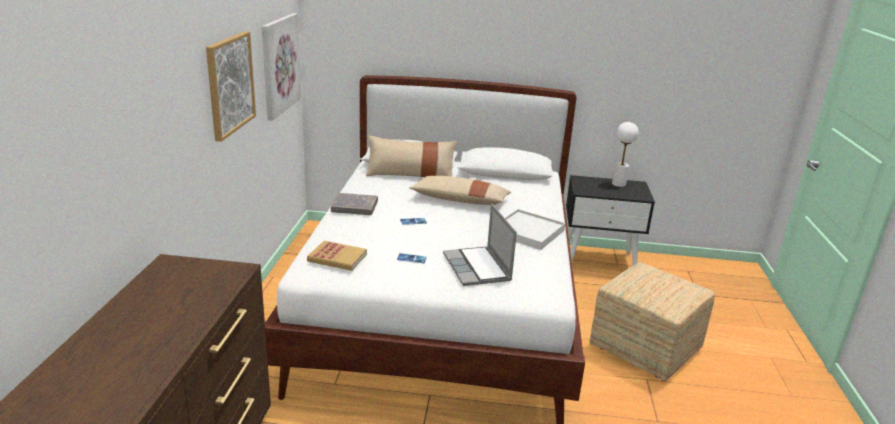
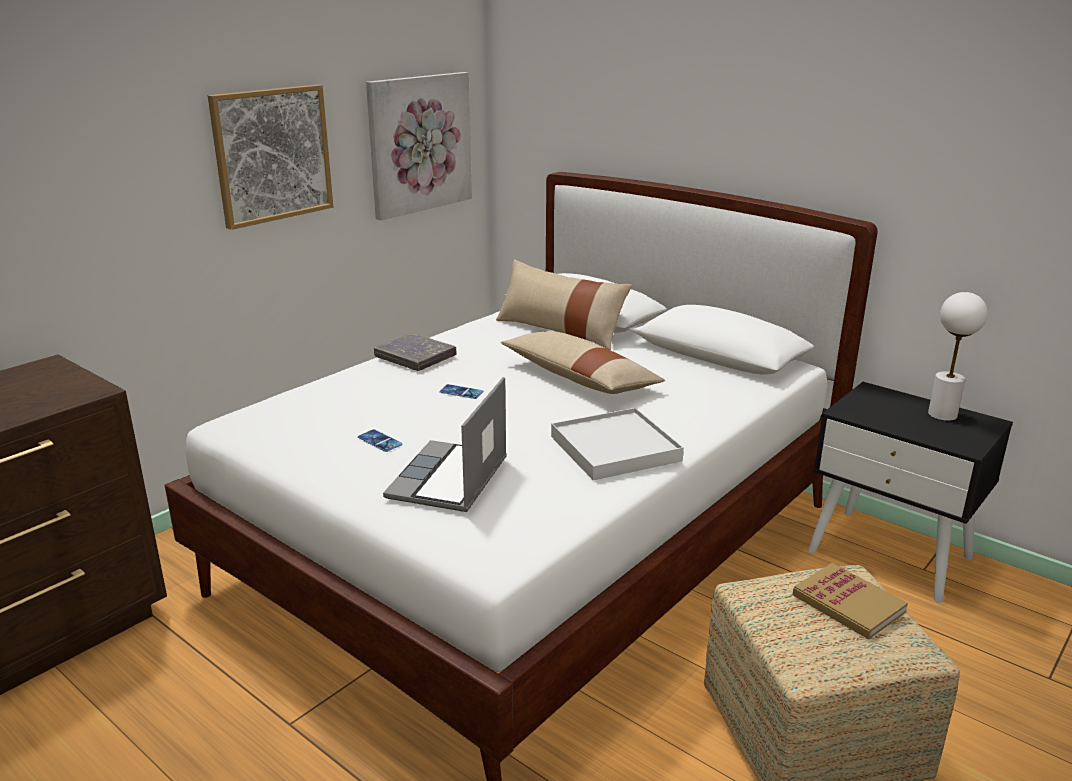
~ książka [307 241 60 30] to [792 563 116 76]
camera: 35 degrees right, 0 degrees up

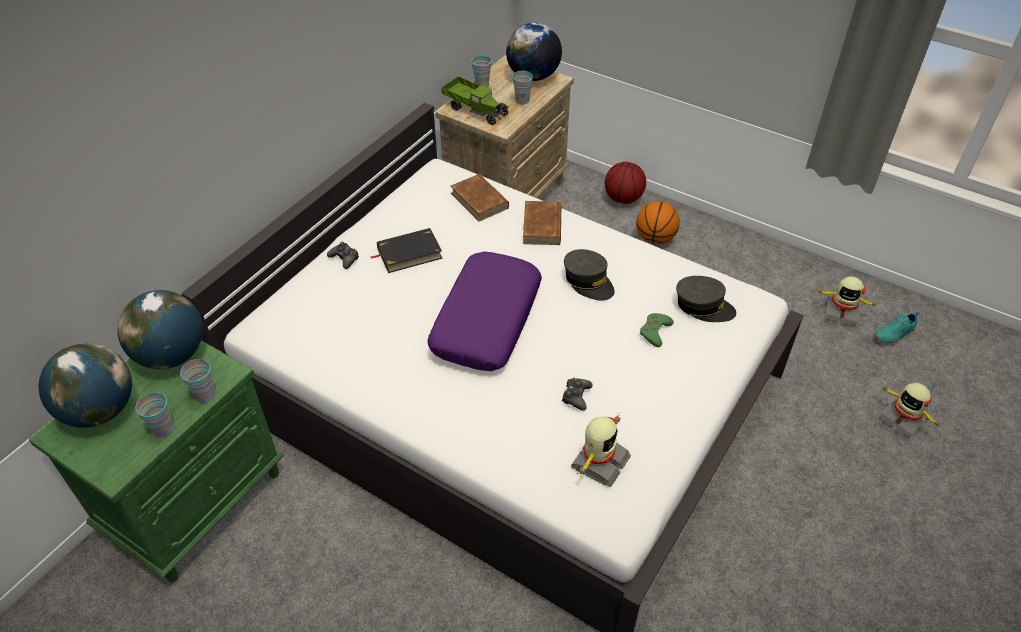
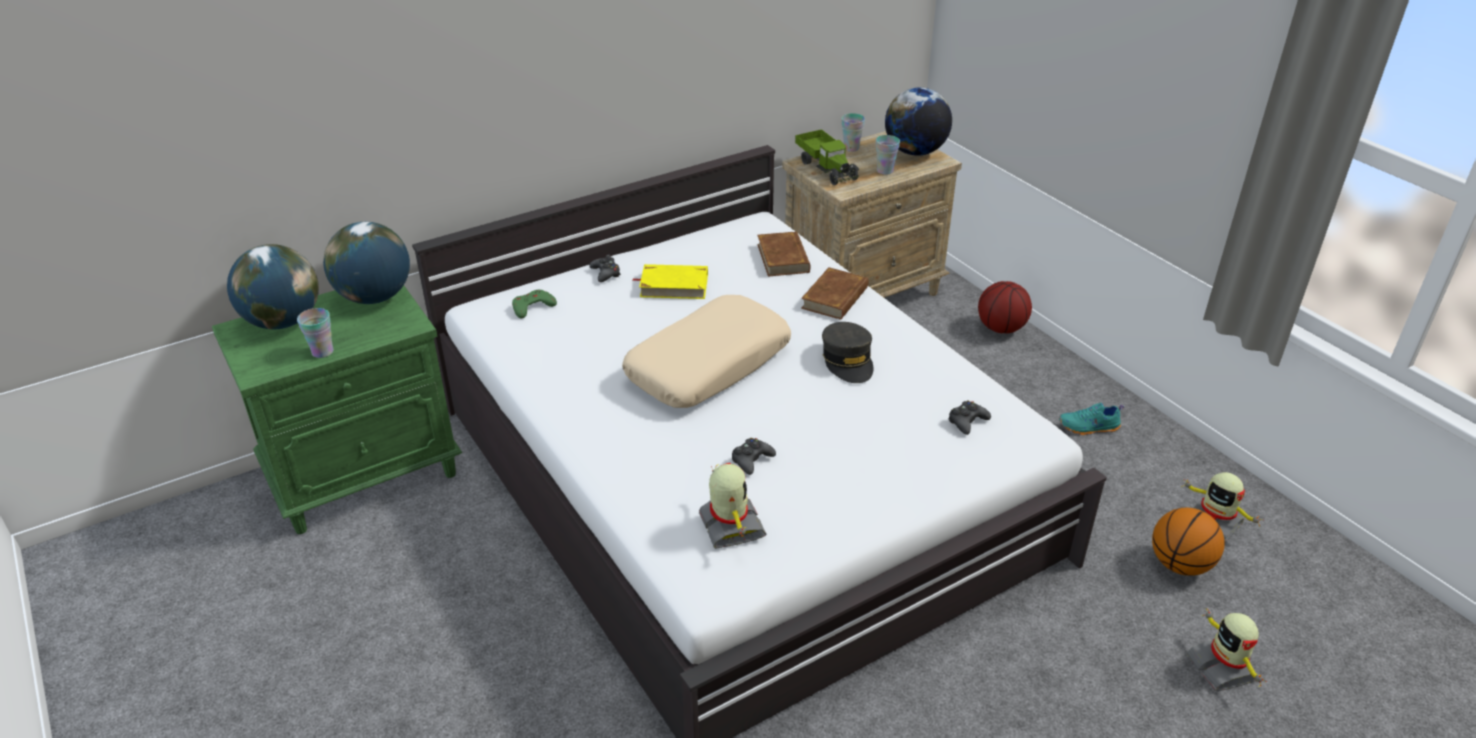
- filiżanka [180 359 36 44]
~ piłka do koszykówki [636 201 44 43] to [1152 508 72 68]
~ pad do gier (zielony) [640 313 34 34] to [512 290 45 29]
~ but (turkusowy) [874 311 46 34] to [1059 403 65 32]
~ czapka z daszkiem (szary) [676 276 60 46] to pad do gier (czarny) [948 400 43 35]
~ książka (czarny) [370 228 72 45] to książka (żółty) [632 264 76 35]
~ poduszka (fioletowy) [428 252 114 119] to poduszka (beżowy) [622 295 169 113]
~ robot zabawkowy [571 416 60 71] = [699 463 68 86] 75 degrees counterclockwise
camera: 25 degrees right, 10 degrees down

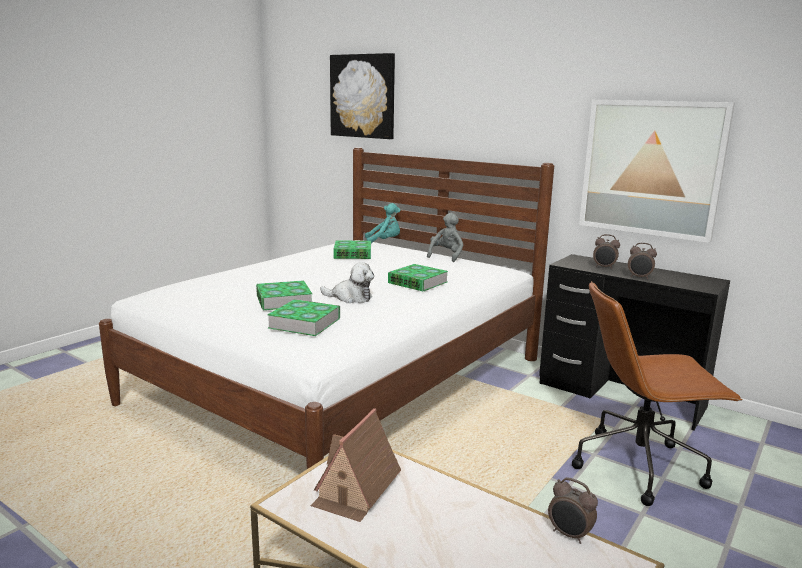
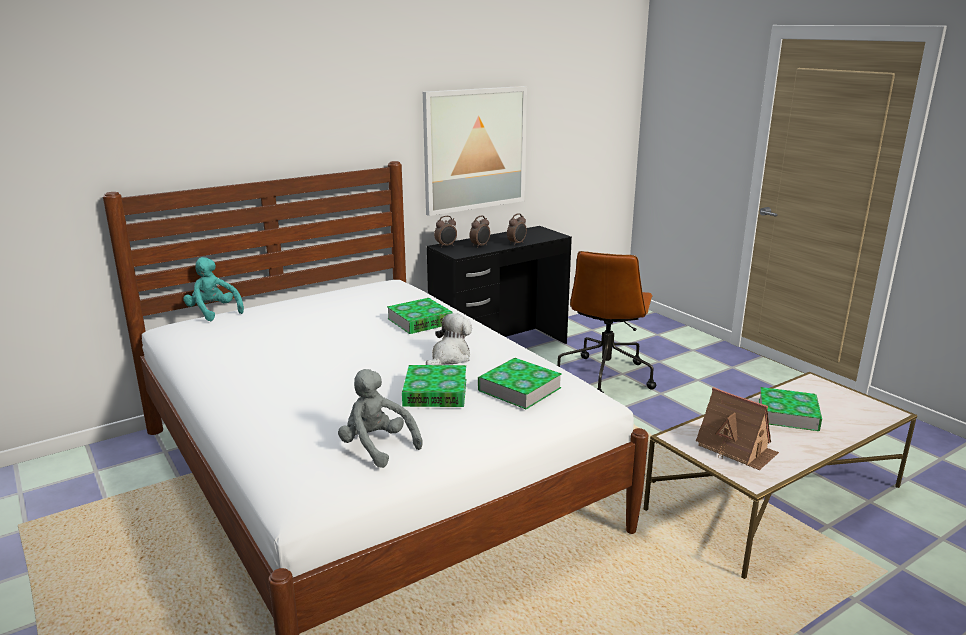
- obraz [330 53 65 86]
~ książka [333 240 38 19] to [759 387 63 44]
~ pluszak (szary) [427 213 36 49] to [338 369 85 99]
~ budzik [548 477 50 67] to [434 216 23 32]
~ pluszak (turkusowy) [365 203 35 41] = [183 257 61 64] 60 degrees counterclockwise
camera: 70 degrees left, 5 degrees up

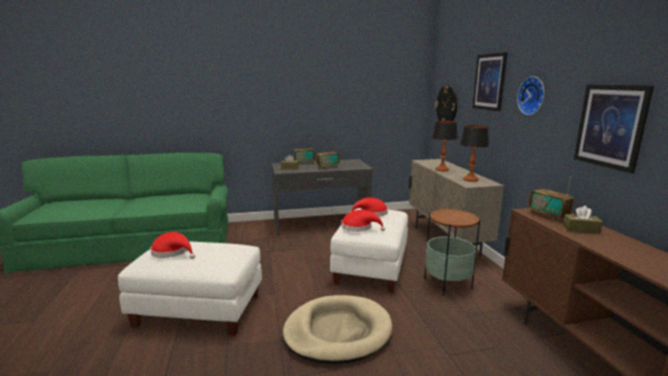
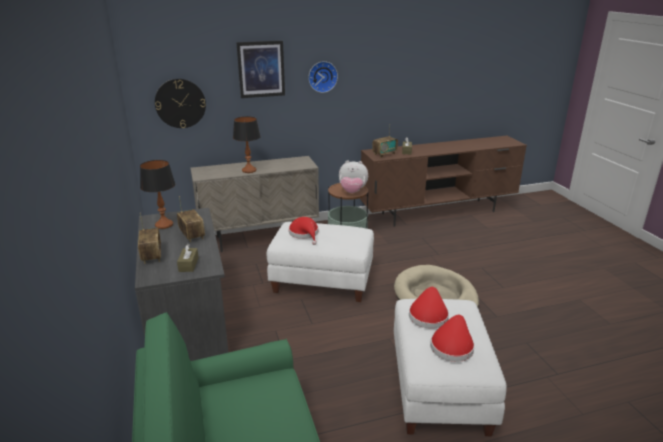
- obraz [574 84 80 89]
+ pluszak [339 160 29 33]
~ kapelusz (czerwony) [341 210 44 22] to [409 287 40 42]
~ lampa stołowa [460 125 29 57] to [140 160 35 69]
camera: 95 degrees left, 10 degrees up

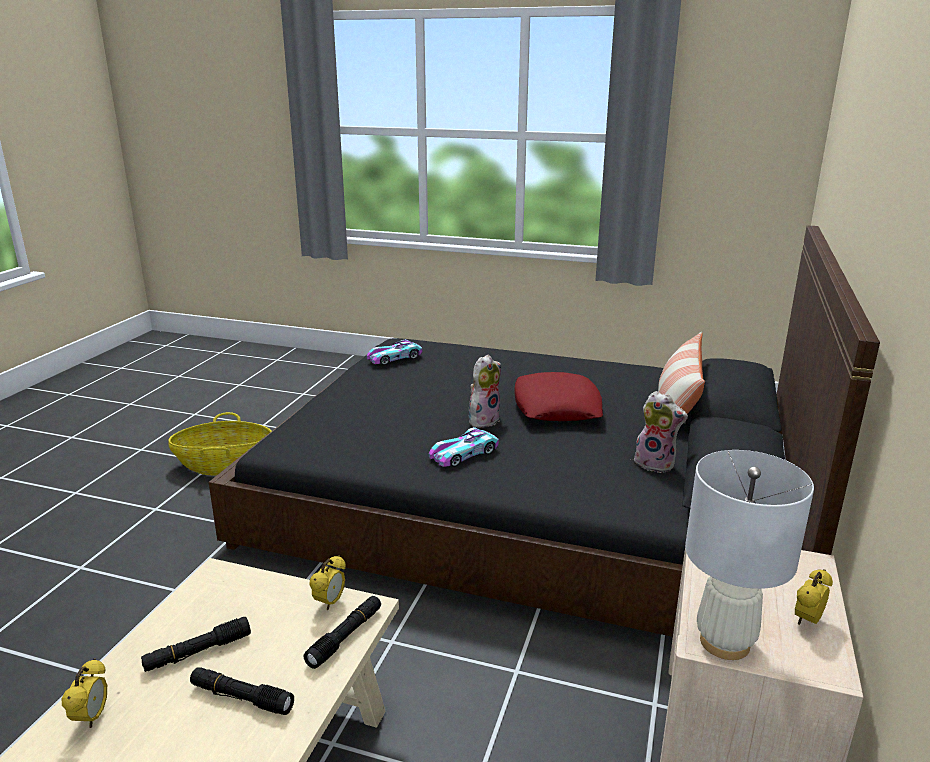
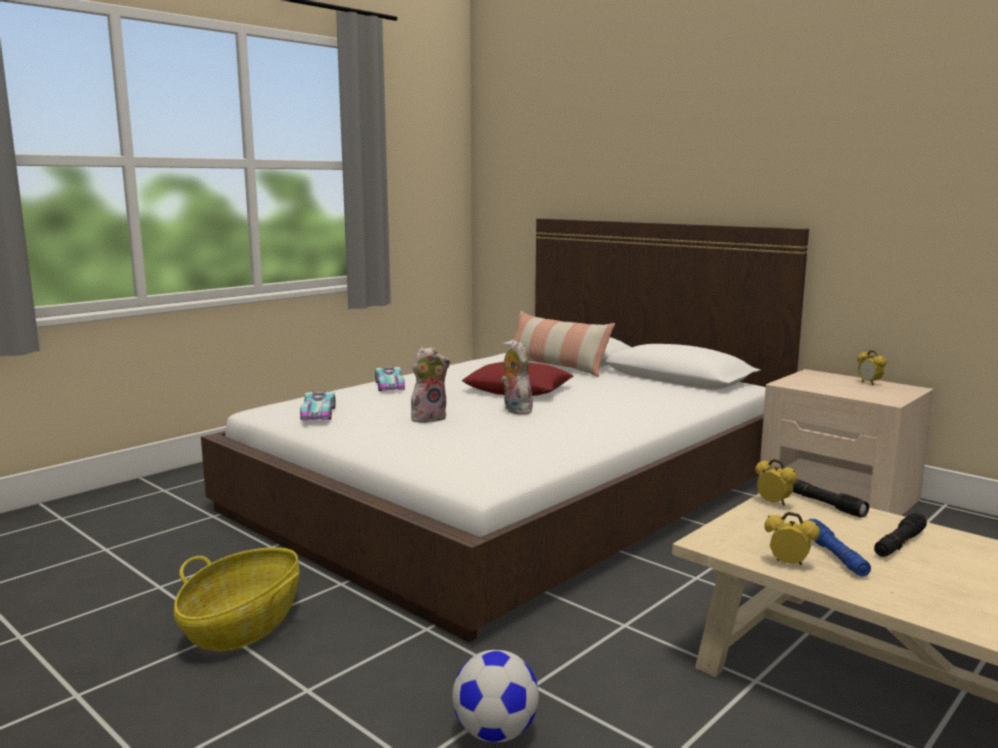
- lampa stołowa (biały) [685 450 129 210]
+ piłka futbolowa [452 650 87 92]
~ budzik [61 658 46 70] to [764 512 56 53]
~ samochodzik [429 427 70 40] to [375 366 30 25]
~ pluszak [634 391 54 82] to [411 347 39 76]
~ latarka (czarny) [141 617 110 55] to latarka (niebieski) [809 519 62 58]
~ łóżko (czarny) [209 225 671 412] to łóżko (biały) [201 218 608 424]
camera: 65 degrees left, 10 degrees down

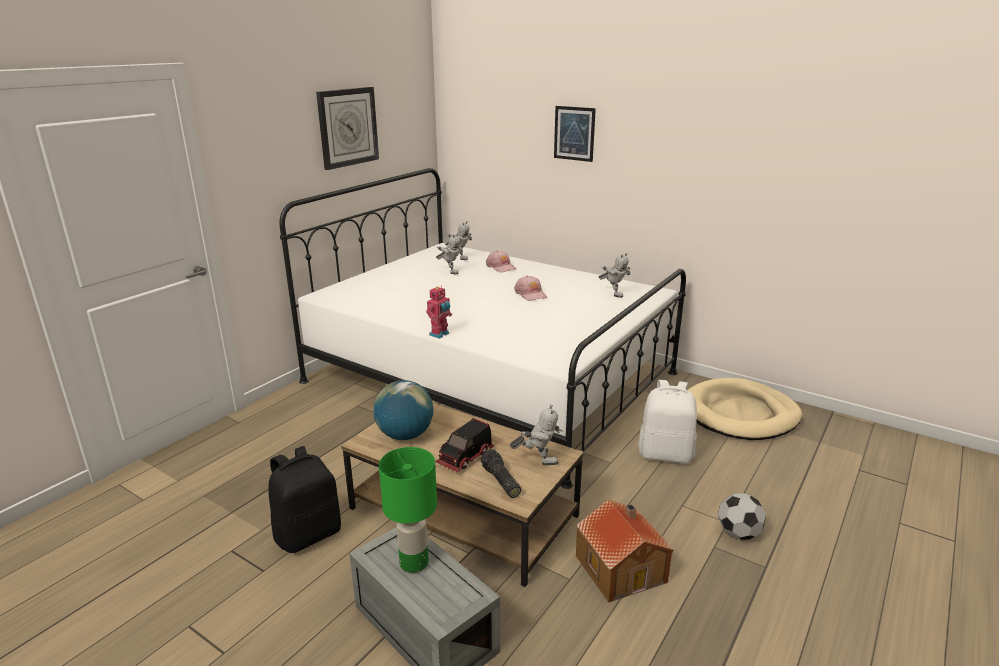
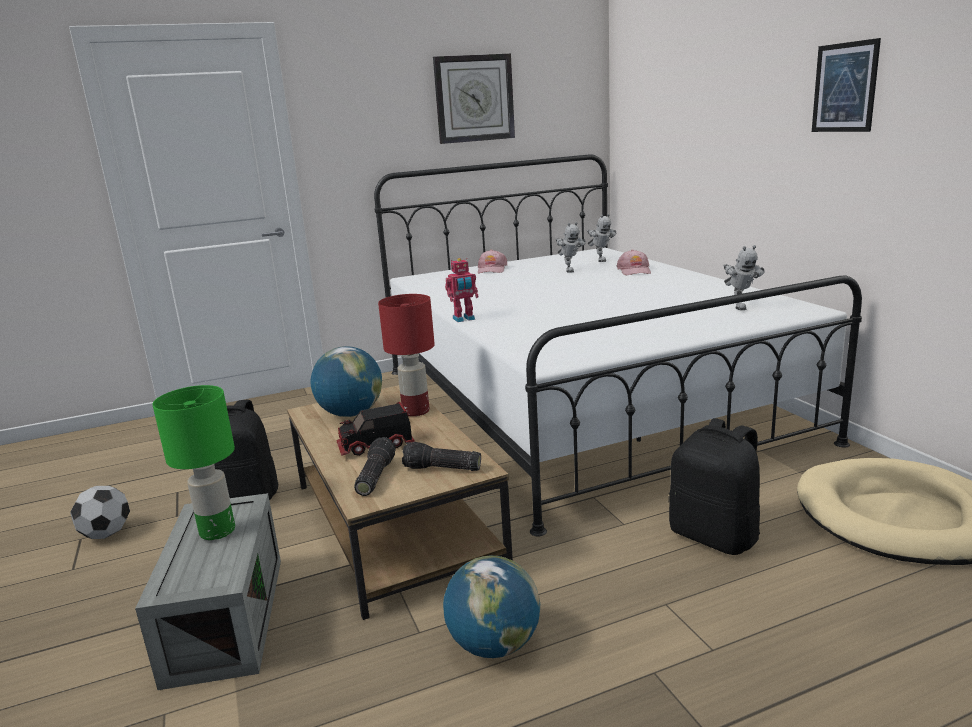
+ lampa stołowa (czerwony) [378 294 57 122]
~ czapka z daszkiem (różowy) [514 276 33 25] to [478 249 29 24]
~ obraz [554 106 42 56] to [812 38 69 94]
~ piłka futbolowa [718 493 48 47] to [70 486 60 53]
~ robot zabawkowy [510 404 53 61] to latarka [402 442 79 29]
~ domek [576 499 98 103] to globus [443 556 97 102]
~ plecak (biały) [638 380 59 84] to plecak (czarny) [668 418 92 137]
camera: 35 degrees right, 5 degrees down

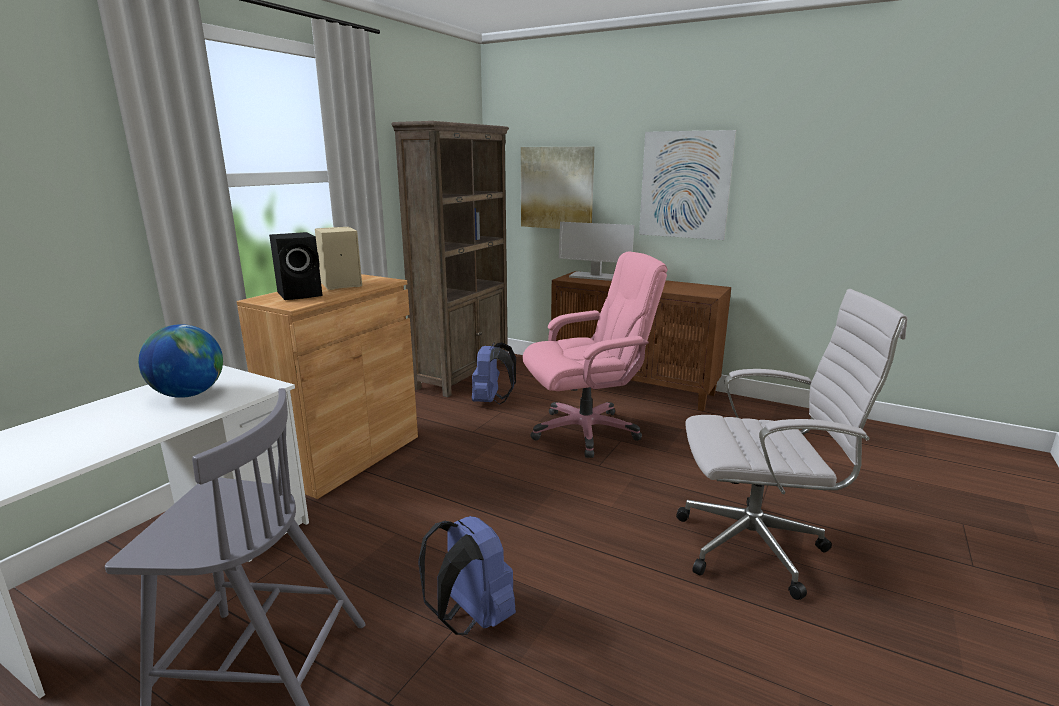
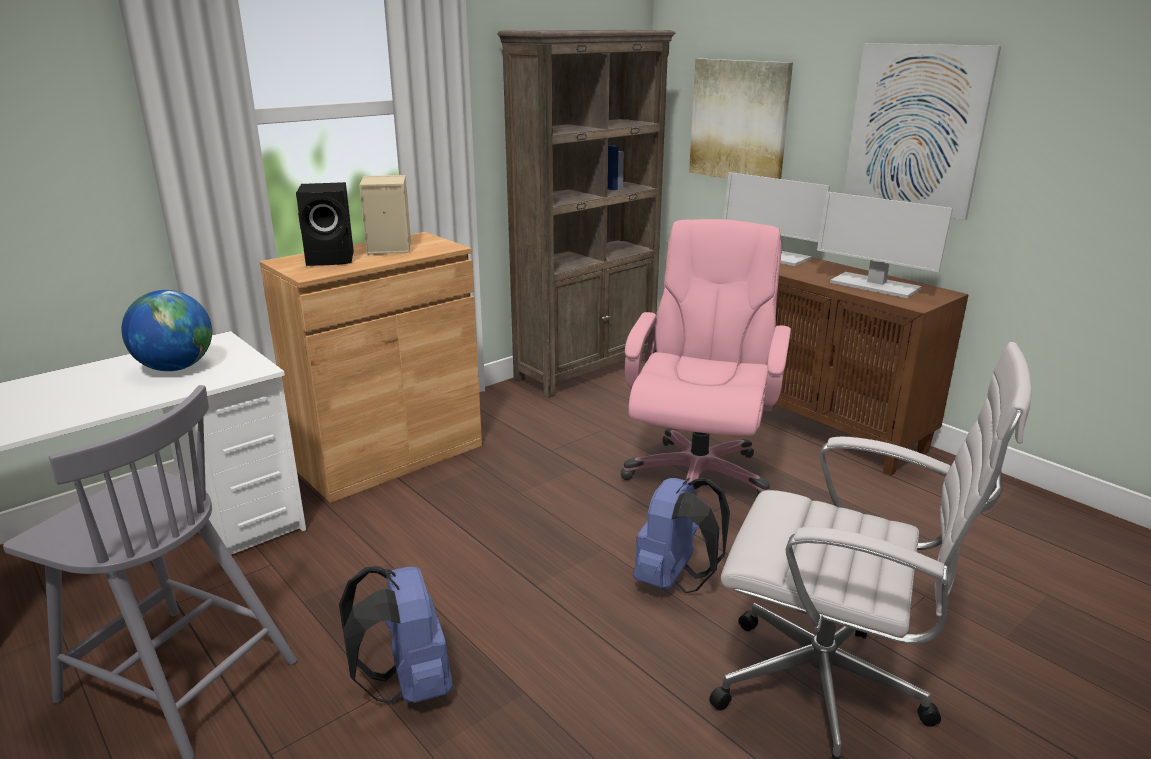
+ monitor [817 192 136 106]
~ plecak (niebieski) [472 342 44 63] to [633 478 97 115]
~ krzesło biurowe (różowy) [523 251 145 207] = [621 219 170 276] 75 degrees counterclockwise
camera: 20 degrees right, 5 degrees up

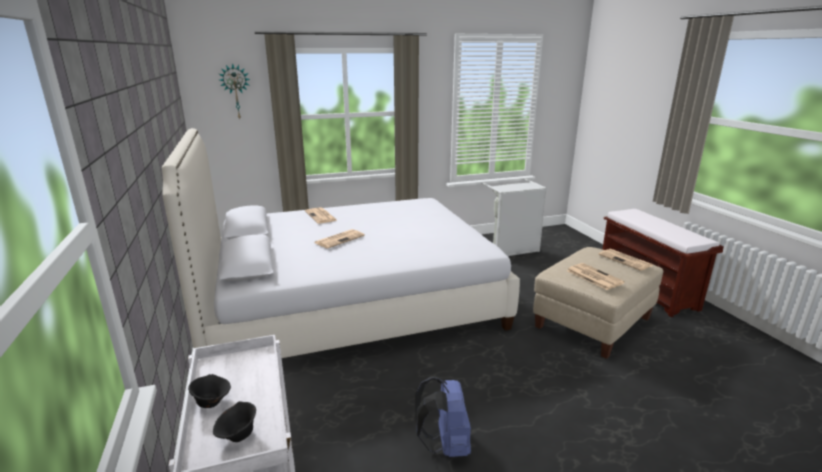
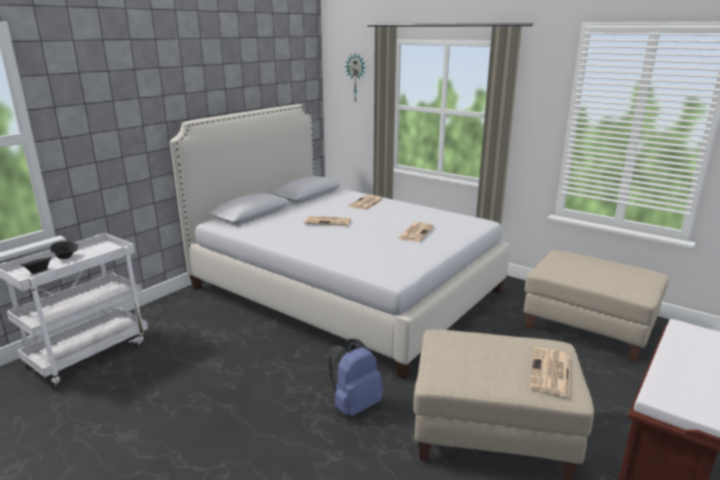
~ plecak (niebieski) [415 376 56 81] to [328 339 55 78]
~ gazeta [567 263 58 27] to [397 222 37 20]
~ kosz na pranie (szary) [481 178 66 78] to pufa (beżowy) [524 250 145 112]
camera: 55 degrees right, 0 degrees up

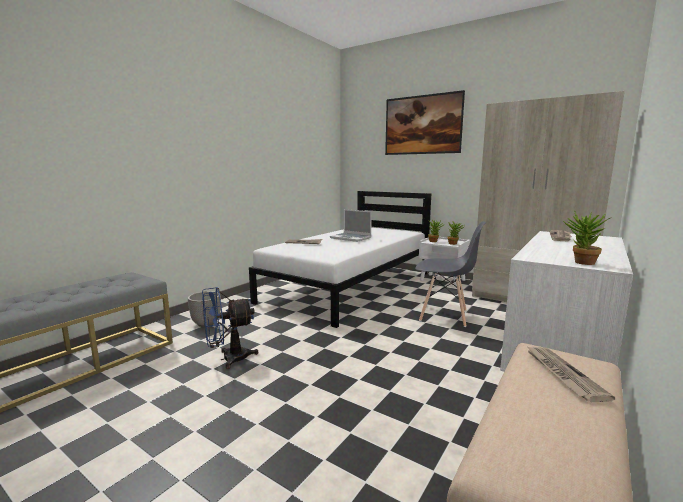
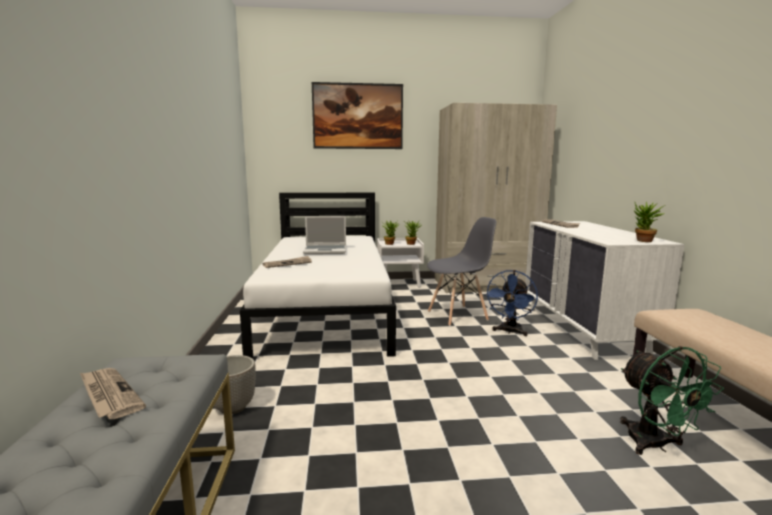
+ wentylator (zielony) [620 346 104 109]
~ wentylator (niebieski) [202 287 57 82] to [485 270 53 66]
~ gazeta [526 346 89 56] to [80 368 66 51]
camera: 40 degrees left, 0 degrees up

